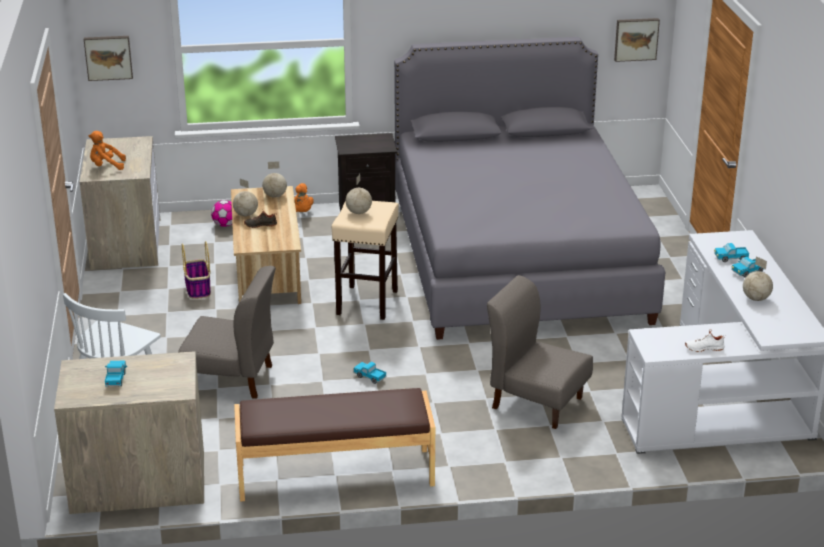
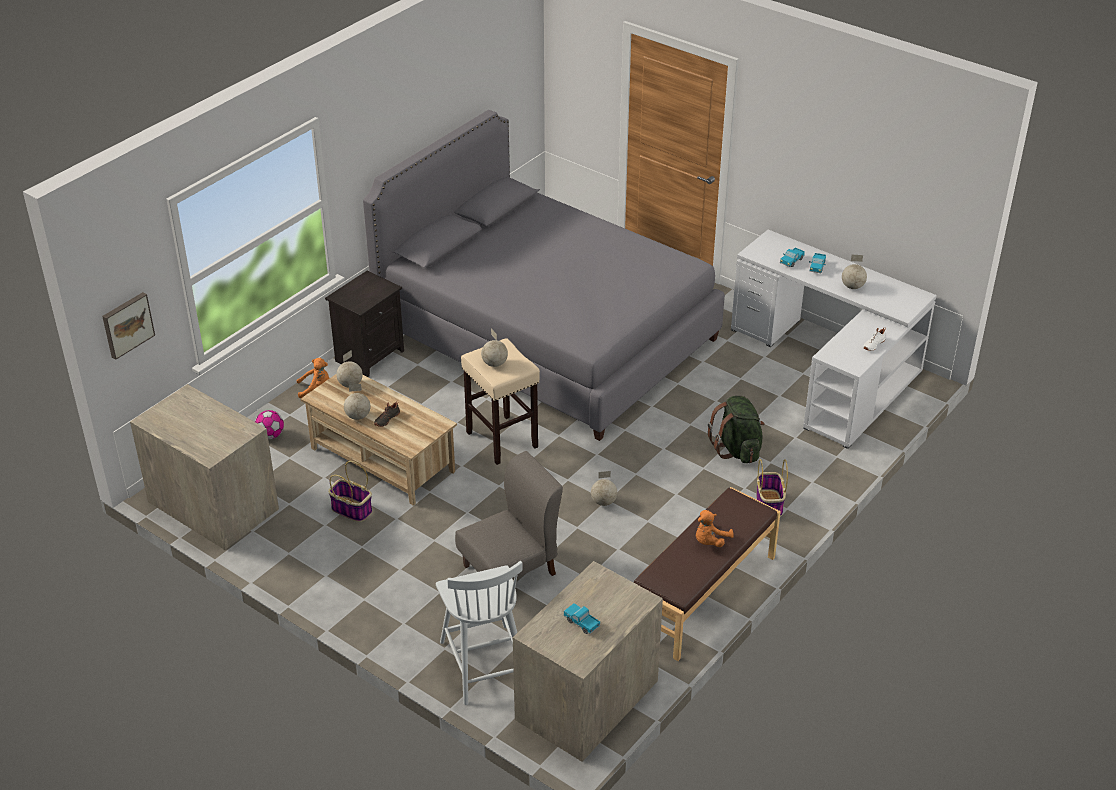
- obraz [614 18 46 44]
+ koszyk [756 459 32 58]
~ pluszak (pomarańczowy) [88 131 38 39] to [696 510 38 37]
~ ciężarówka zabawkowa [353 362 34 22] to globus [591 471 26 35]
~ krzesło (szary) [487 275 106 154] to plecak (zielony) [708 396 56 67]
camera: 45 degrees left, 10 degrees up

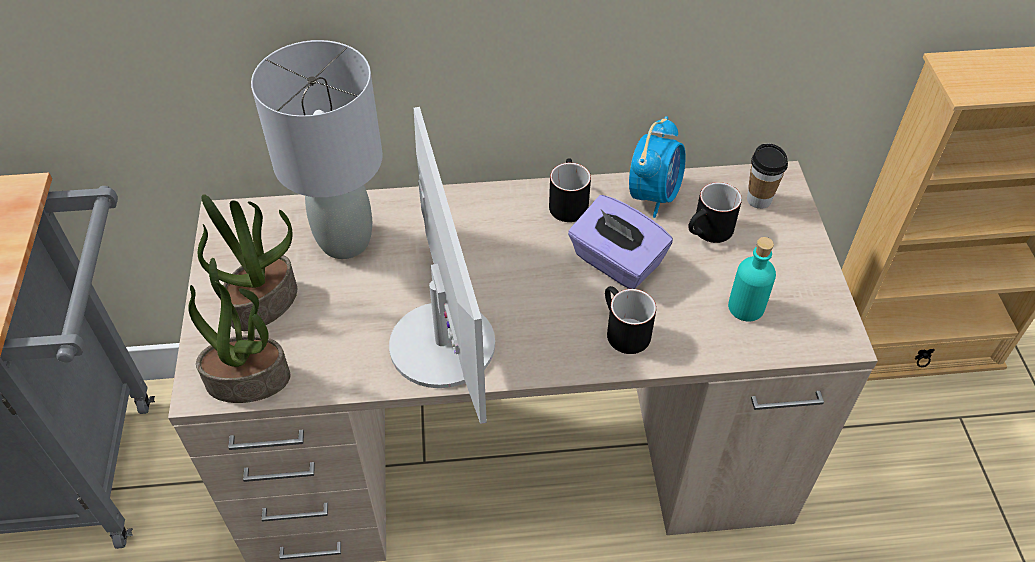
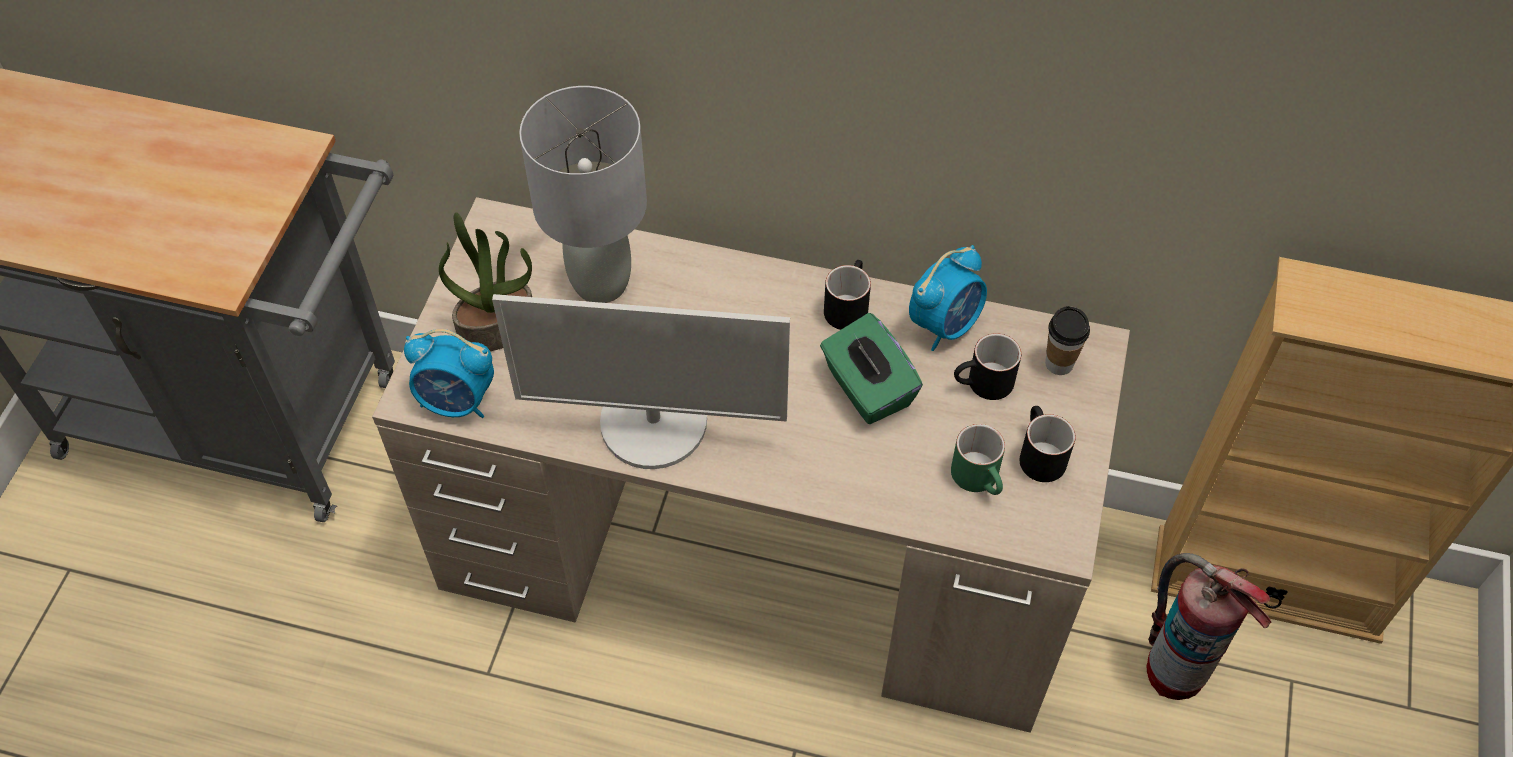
+ gaśnica [1147 553 125 147]
~ kubek (czarny) [605 286 51 68] to [1020 406 56 76]
~ roślina doniczkowa [188 258 103 145] to budzik [404 329 90 89]
~ butelka (turkusowy) [728 237 48 85] to kubek (zielony) [951 424 54 71]
~ pudełko chusteczek (fioletowy) [568 195 105 94] to pudełko chusteczek (zielony) [820 313 103 111]
~ monitor [389 107 106 317] = [492 294 298 175] 90 degrees clockwise
camera: 20 degrees right, 5 degrees up

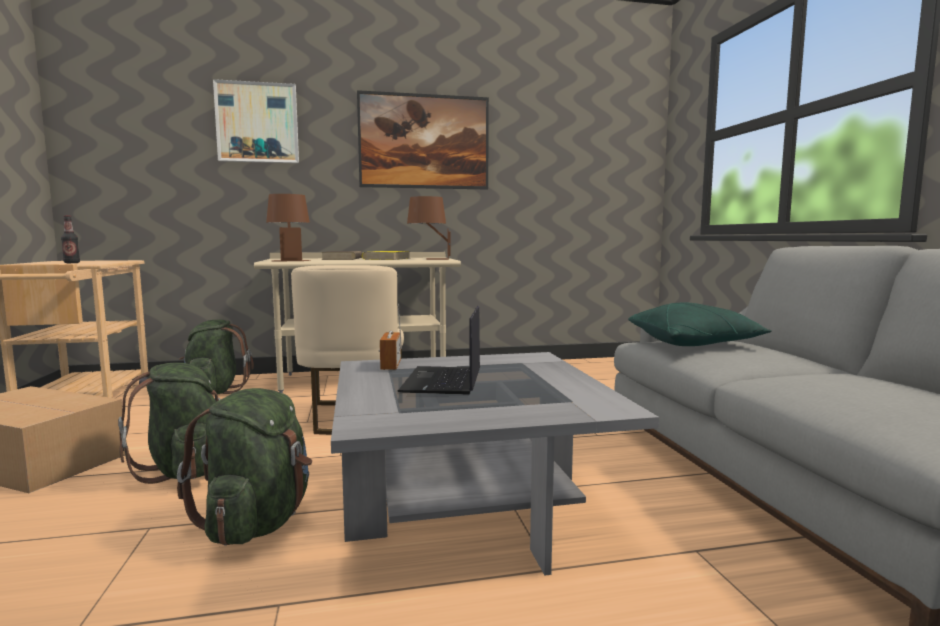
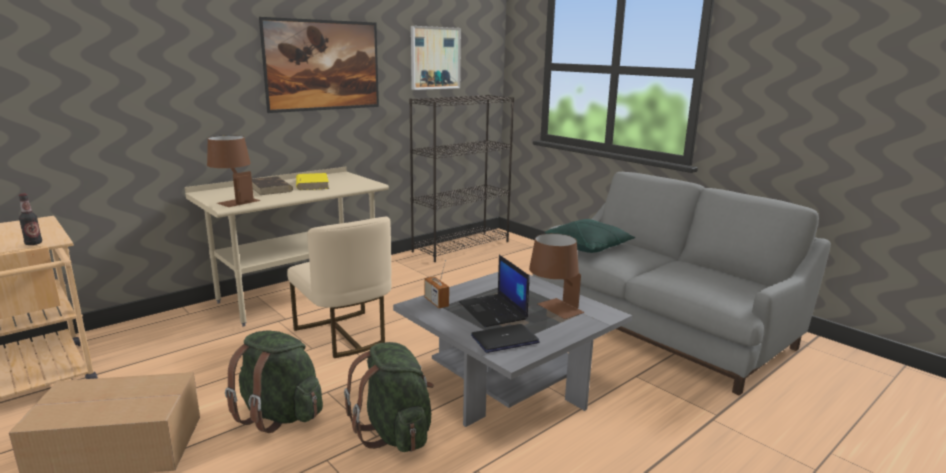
- plecak (zielony) [179 320 75 75]
+ regał (czarny) [409 95 105 167]
+ laptop [471 324 69 29]
~ obraz [213 79 86 84] to [411 26 50 64]
~ lampa stołowa (brązowy) [407 196 44 64] to [529 233 55 86]
camera: 30 degrees left, 10 degrees up

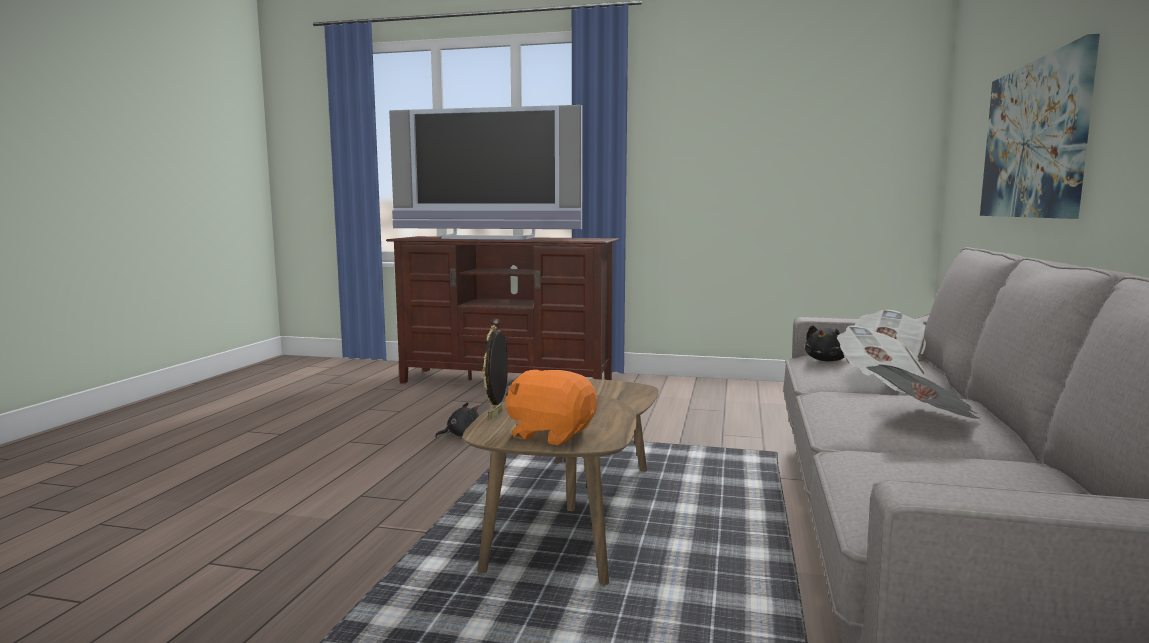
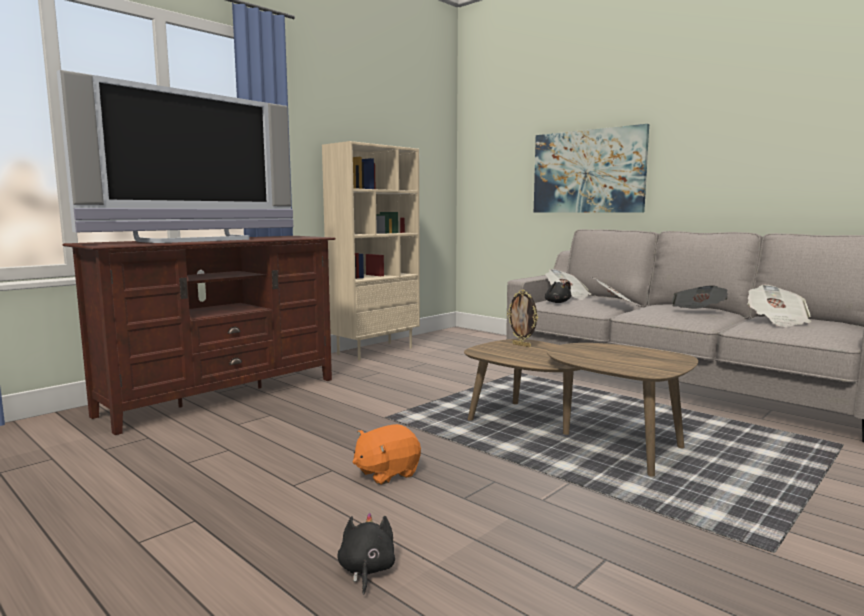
+ regał (beżowy) [322 141 98 220]
+ gazeta [748 285 63 42]
~ pluszak (czarny) [435 403 44 34] to [338 513 57 82]
~ ramka na zdjęcie [482 325 26 94] to [507 289 31 58]
~ pluszak (pomarańczowy) [505 370 92 75] to [353 424 68 61]
camera: 60 degrees left, 0 degrees up

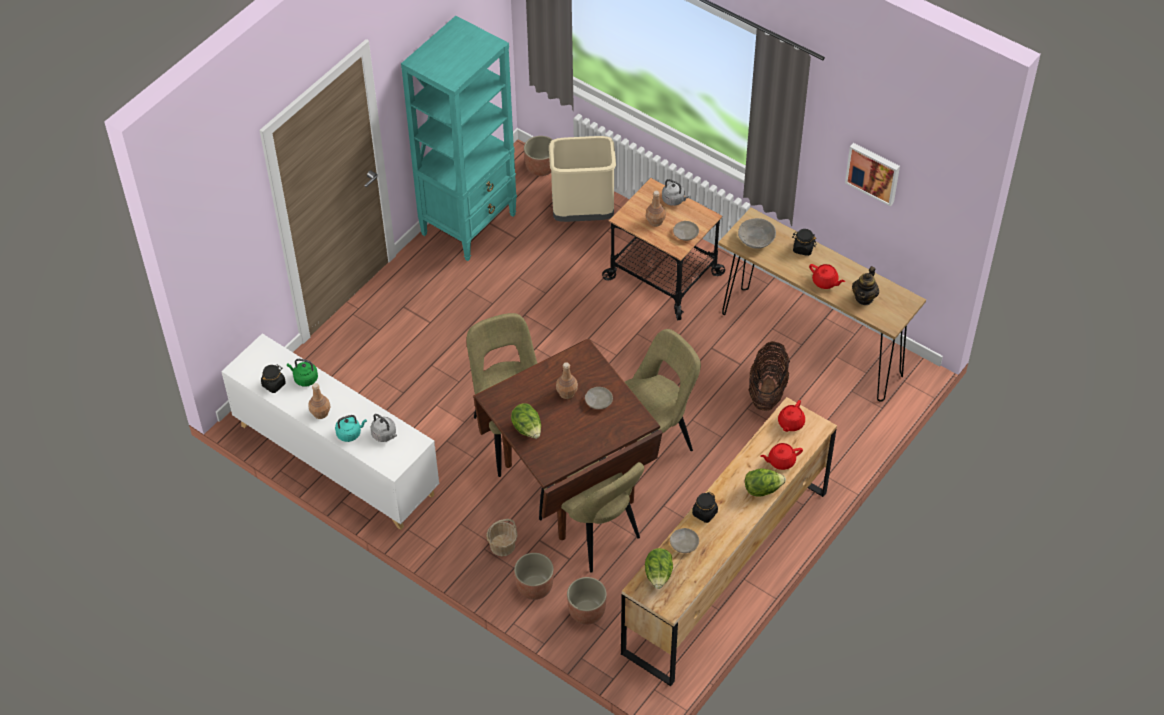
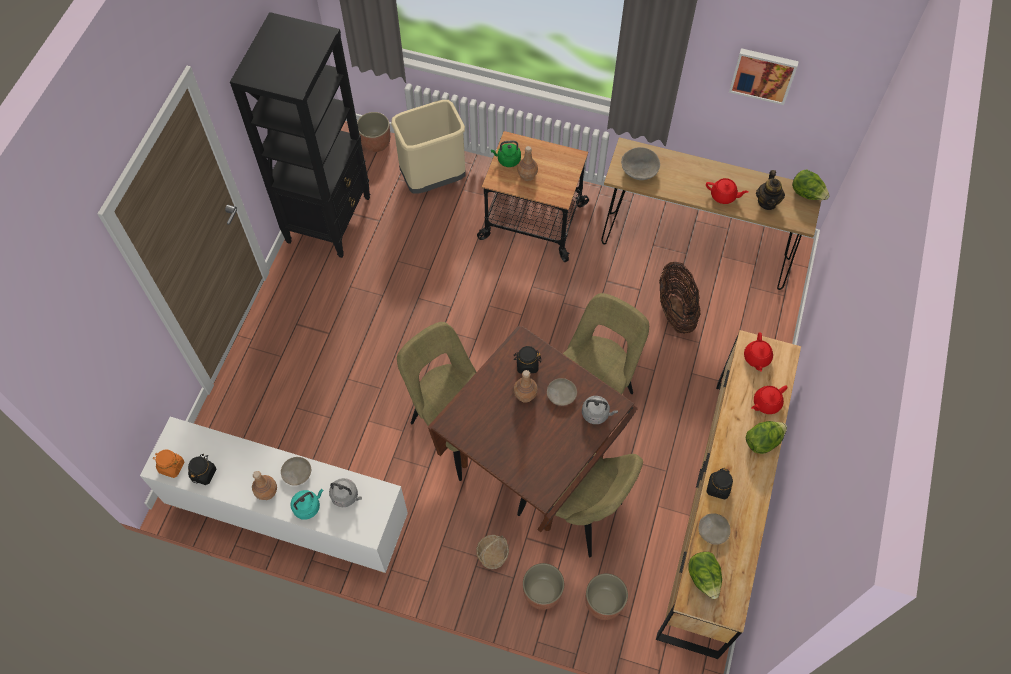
+ słoik (pomarańczowy) [153 450 31 28]
~ czajnik (zielony) [287 359 31 28] to [491 140 30 27]
~ sałata [511 403 30 36] to [792 169 38 31]
~ czajnik (szary) [662 179 27 27] to [582 396 36 28]
~ talerz (beżowy) [673 221 26 20] to [281 457 30 29]
~ słoik (czarny) [792 229 24 27] to [513 346 28 28]
~ regał (turkusowy) [401 16 116 245] to regał (czarny) [230 12 140 246]
camera: 20 degrees left, 10 degrees up

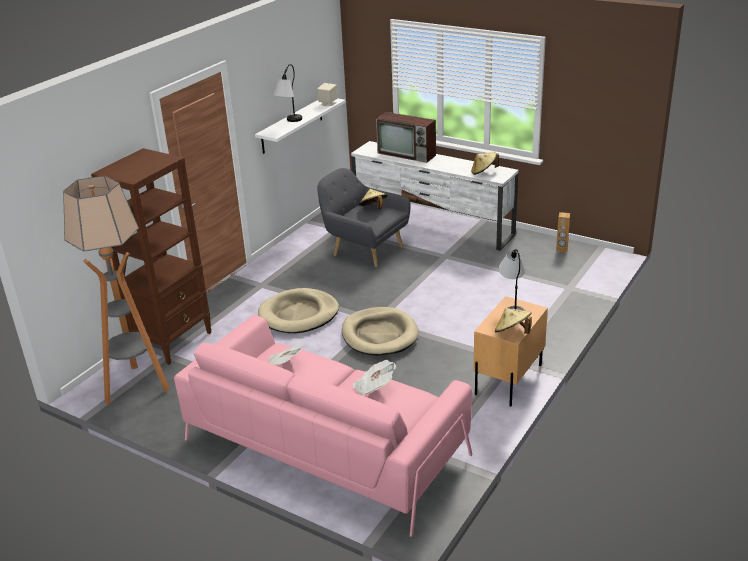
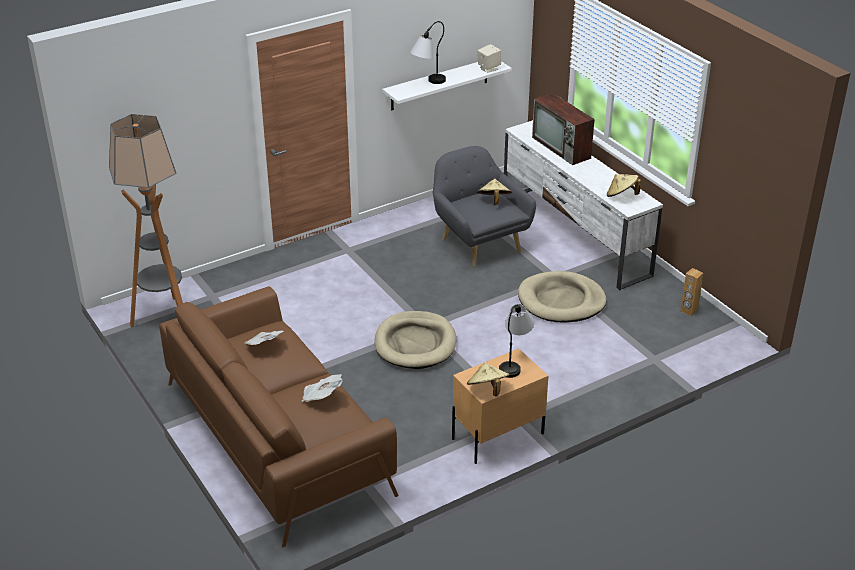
- regał (brązowy) [91 148 121 217]
~ legowisko (beżowy) [258 288 81 45] to [518 271 88 52]
~ kanapa (różowy) [174 315 299 222] to kanapa (brązowy) [159 286 240 261]
camera: 25 degrees right, 5 degrees up

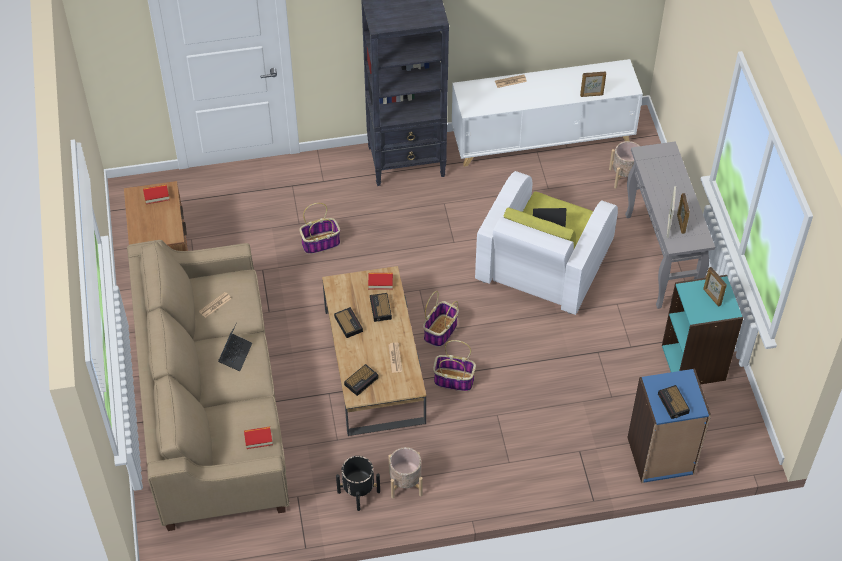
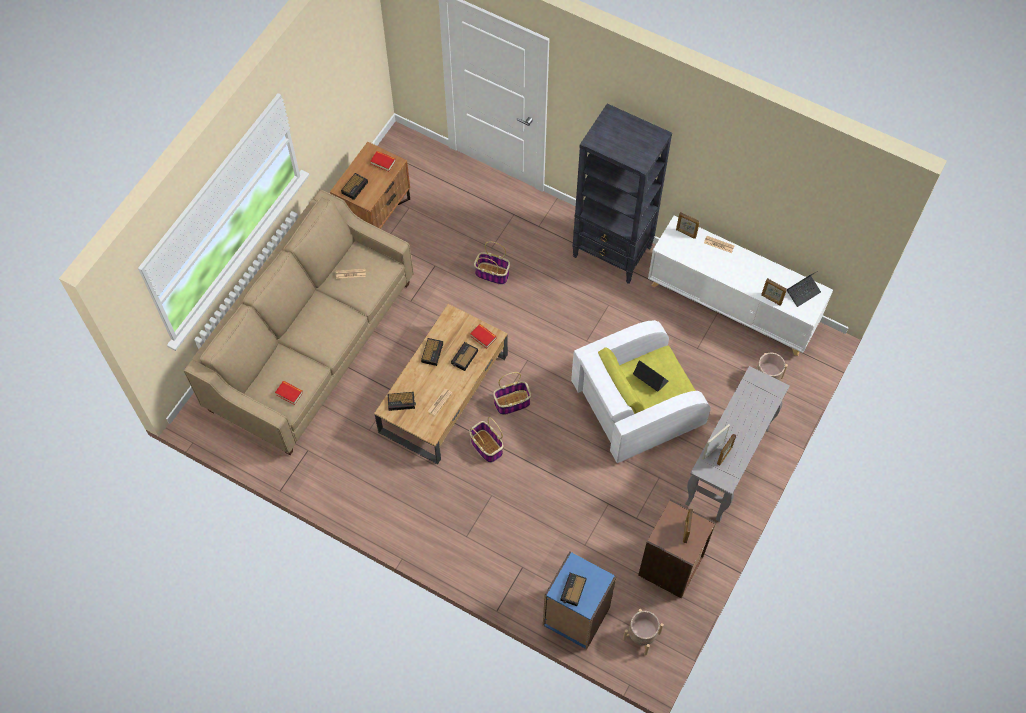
- donica (czarny) [336 456 44 55]
+ budzik [341 173 27 27]
+ ramka na zdjęcie [676 212 24 27]
~ laptop [218 322 34 49] to [787 270 34 37]
~ donica (beżowy) [389 447 33 52] to [623 609 41 46]
~ regał (turkusowy) [662 275 81 109] to regał (brązowy) [638 499 78 99]
camera: 40 degrees right, 10 degrees up

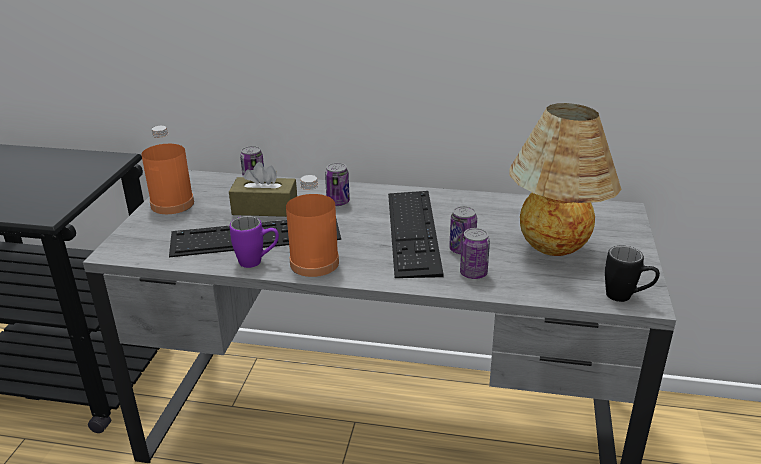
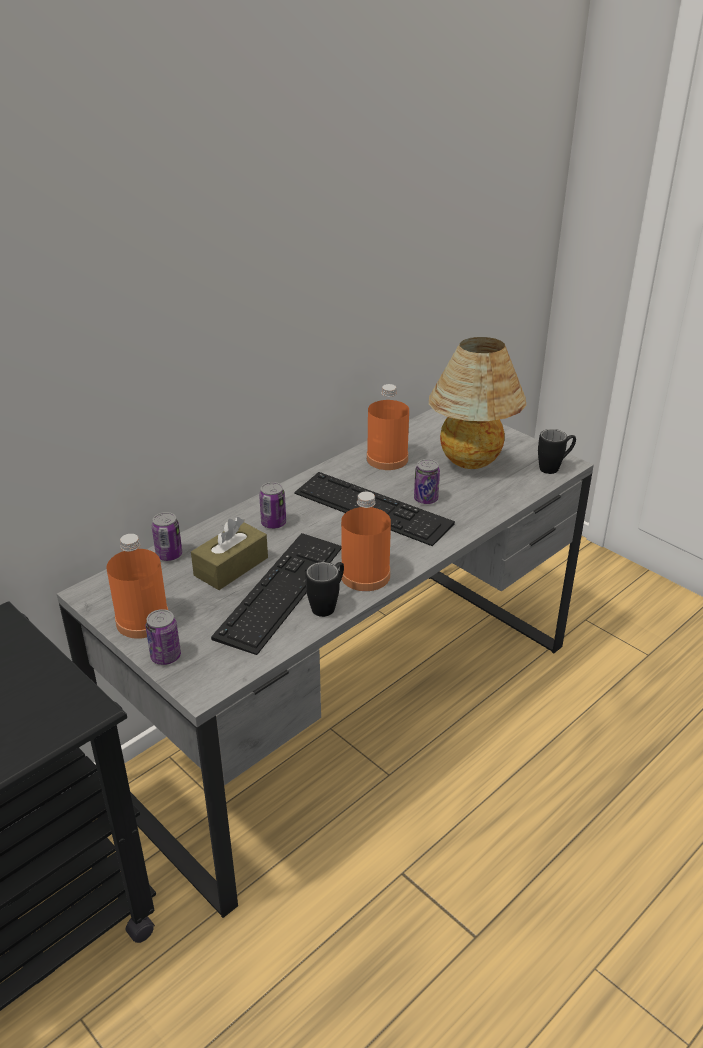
+ butelka (pomarańczowy) [367 384 42 86]
~ puszka [460 228 30 51] to [145 609 36 56]
~ kubek (fioletowy) [230 216 49 52] to kubek (czarny) [305 562 39 55]
camera: 55 degrees left, 5 degrees up

